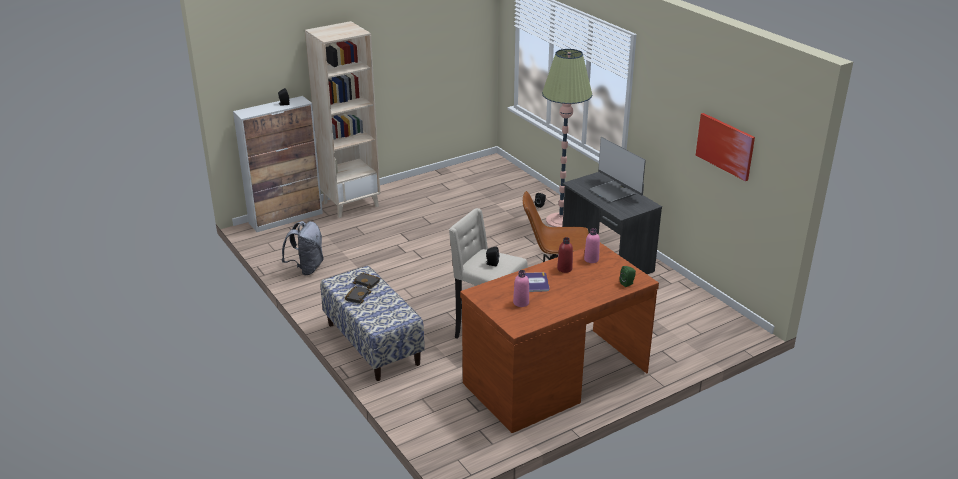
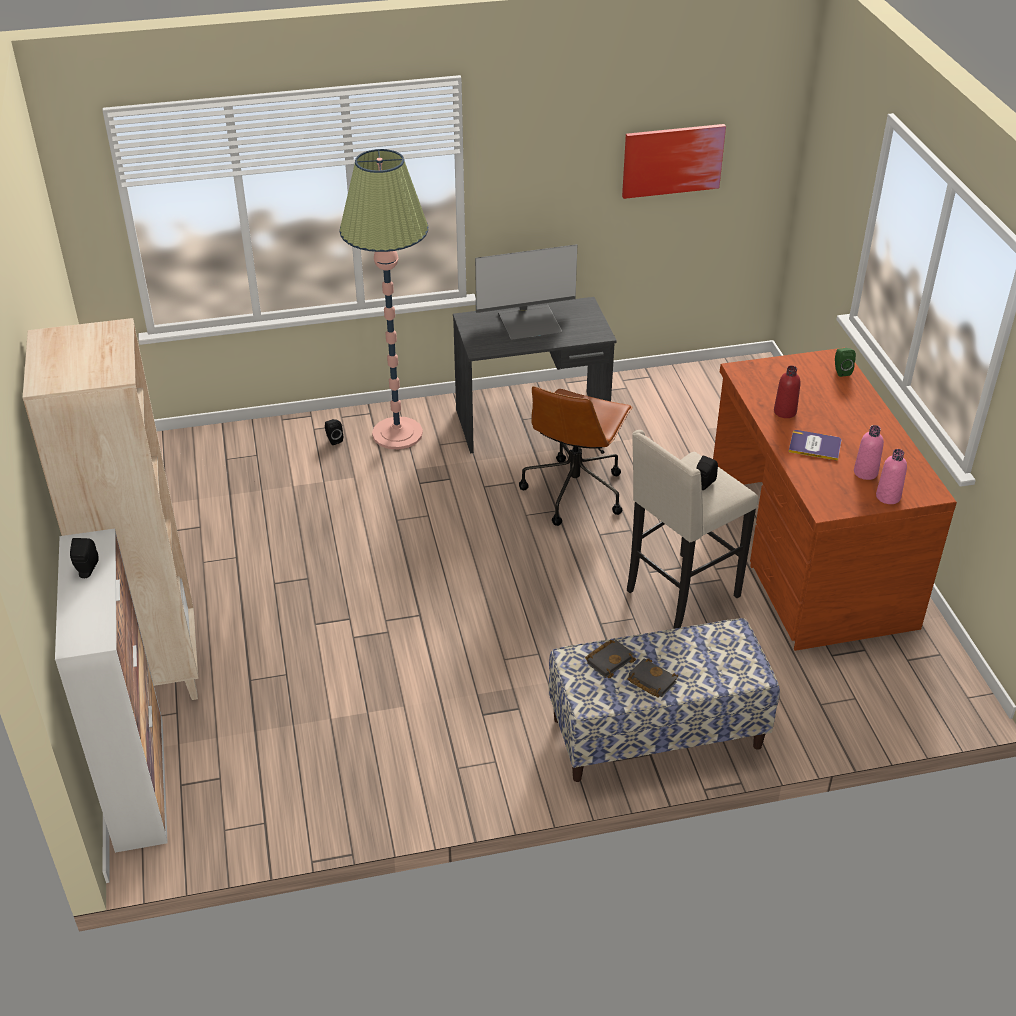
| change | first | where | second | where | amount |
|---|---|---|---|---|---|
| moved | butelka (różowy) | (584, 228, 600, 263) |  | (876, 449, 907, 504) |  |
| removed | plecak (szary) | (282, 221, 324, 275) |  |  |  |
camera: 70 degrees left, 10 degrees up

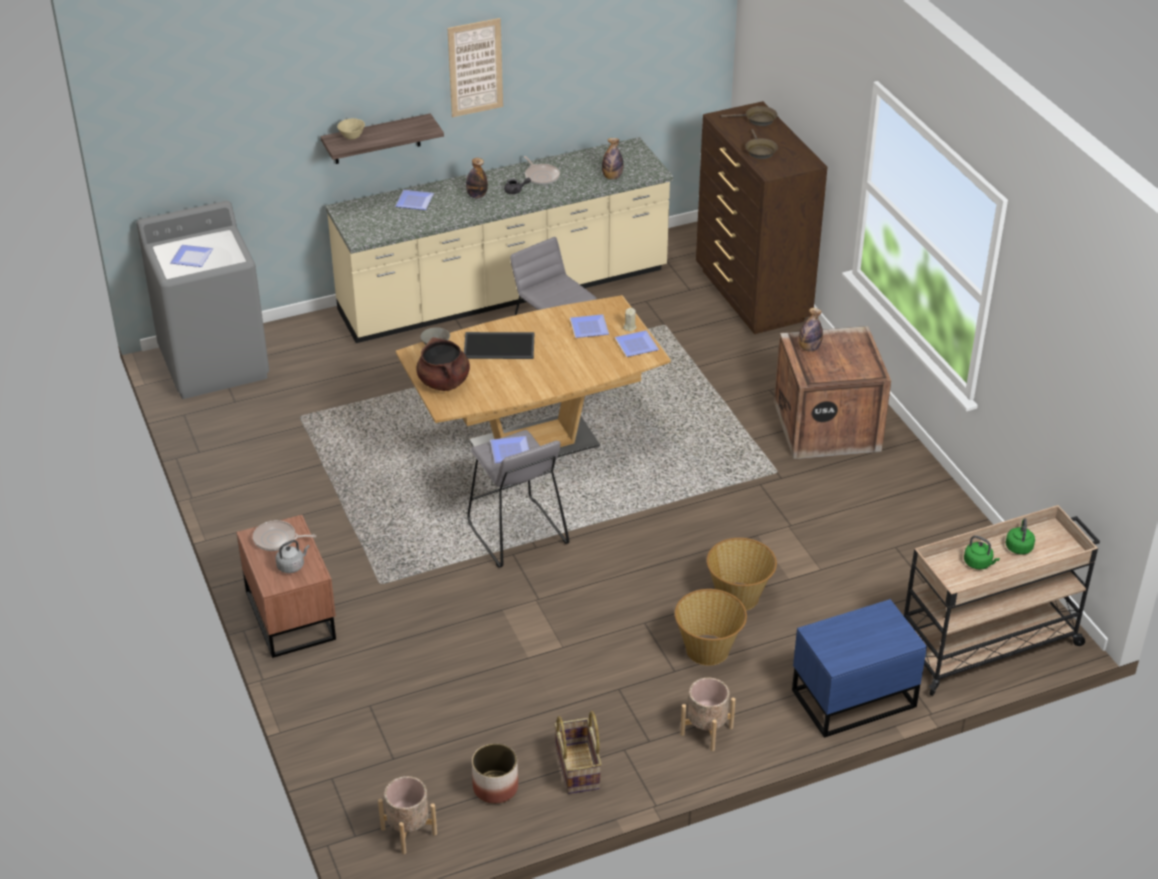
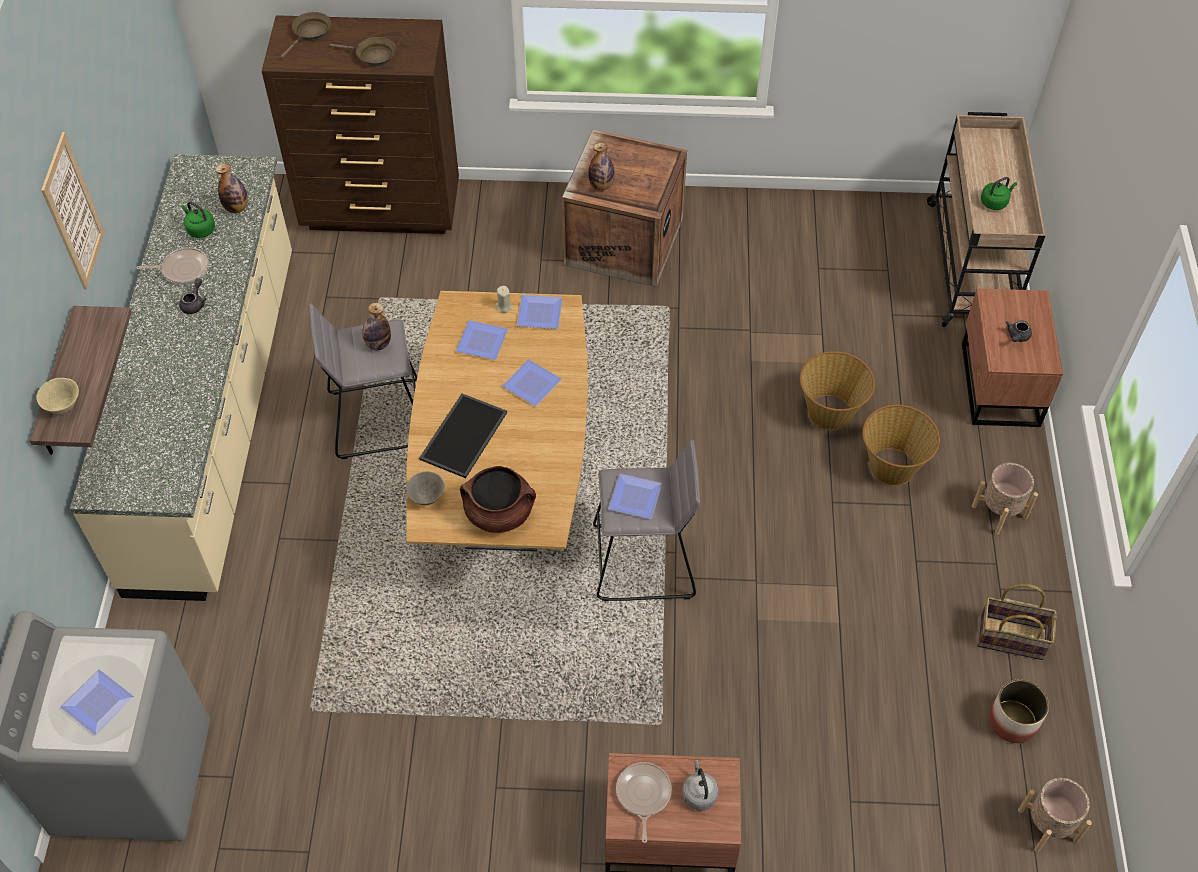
| change | first | where | second | where | amount |
|---|---|---|---|---|---|
| moved | czajnik (zielony) | (1005, 518, 1035, 554) |  | (182, 201, 215, 238) |  |
| moved | butelka | (466, 158, 488, 198) |  | (362, 303, 391, 350) |  |
| moved | talerz | (395, 190, 434, 210) |  | (502, 359, 562, 407) |  |
| turned | patelnia | (253, 520, 316, 551) |  | (616, 762, 672, 843) | 150 degrees clockwise |
| recoloured | szafka nocna (niebieski) | (792, 599, 927, 738) | szafka nocna (brązowy) | (962, 288, 1063, 427) |  |
| added |  |  | imbryk (szary) | (1006, 320, 1032, 342) |  |
camera: 65 degrees left, 15 degrees up

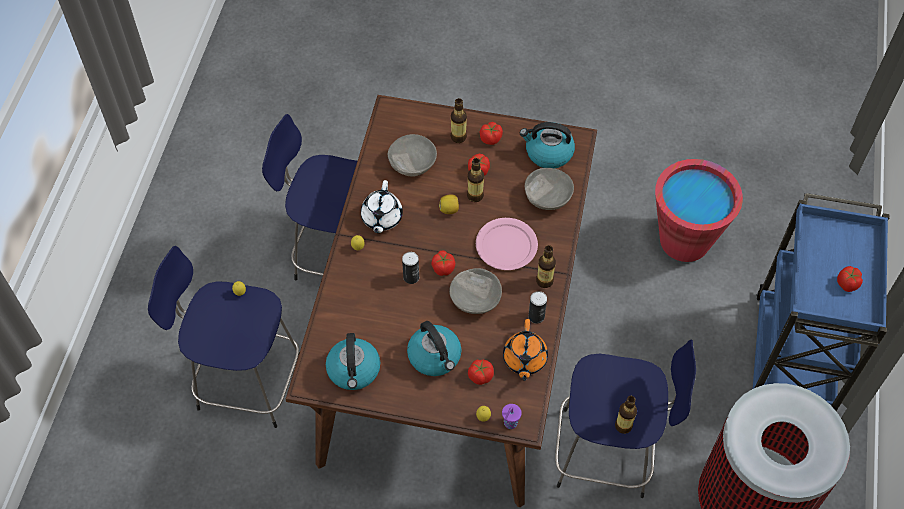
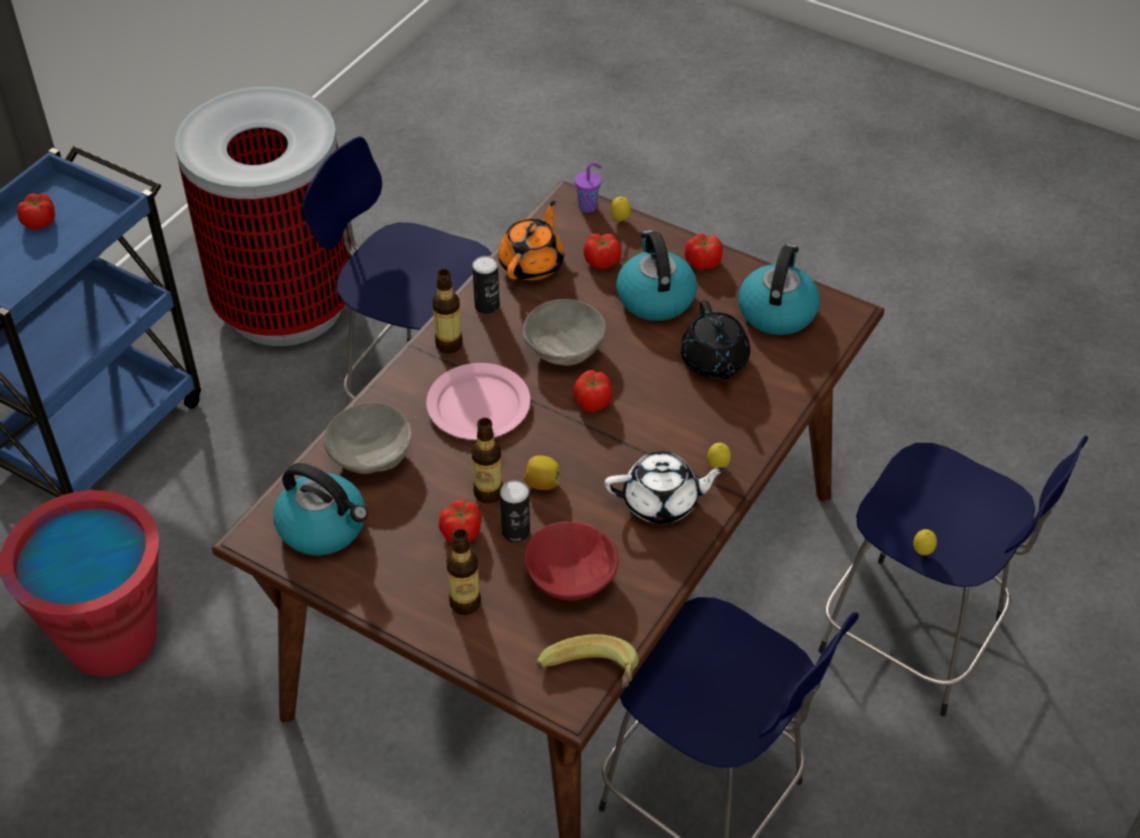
| change | first | where | second | where | amount |
|---|---|---|---|---|---|
| moved | puszka | (402, 252, 419, 284) |  | (500, 480, 530, 542) |  |
| recoloured | miska (szary) | (388, 134, 437, 177) | miska (czerwony) | (524, 521, 618, 601) |  |
| added |  |  | banan | (536, 634, 639, 689) |  |
| turned | imbryk (biały) | (361, 180, 403, 233) |  | (605, 452, 727, 523) | 60 degrees clockwise |
| added |  |  | imbryk (czarny) | (681, 300, 750, 379) |  |
| moved | pomidor | (480, 122, 503, 145) |  | (685, 233, 723, 270) |  |
| removed | butelka | (615, 396, 637, 434) |  |  |  |
camera: 160 degrees left, 10 degrees down

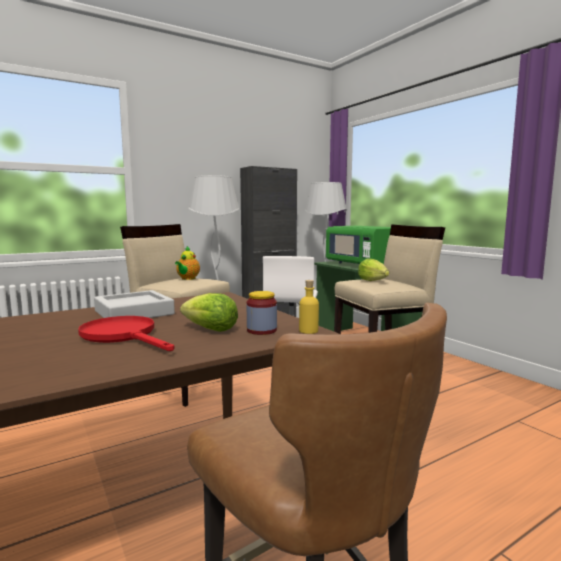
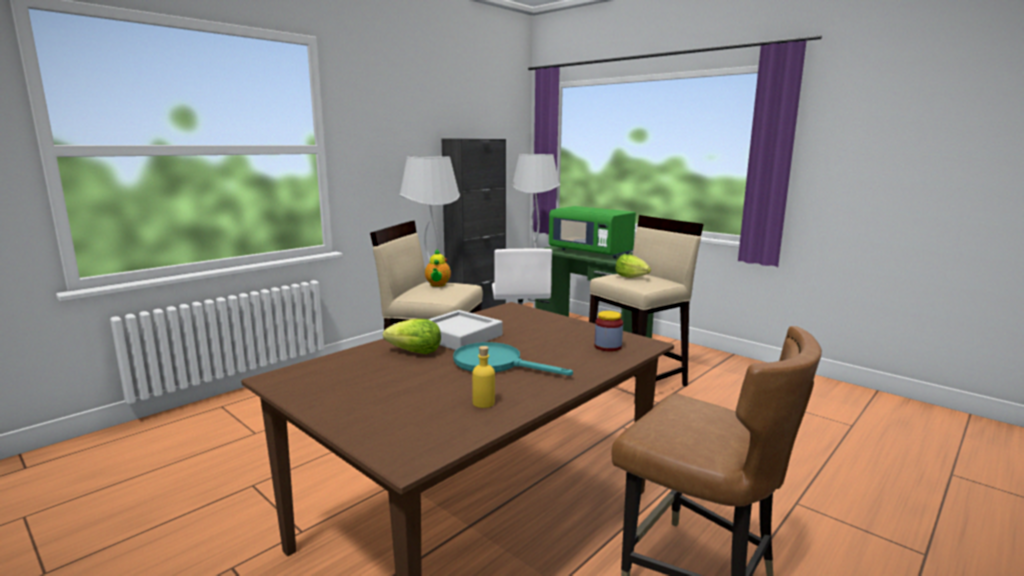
| change | first | where | second | where | amount |
|---|---|---|---|---|---|
| moved | sałata | (180, 293, 238, 332) |  | (383, 319, 441, 354) |  |
| recoloured | patelnia (czerwony) | (78, 316, 175, 351) | patelnia (turkusowy) | (453, 342, 573, 376) |  |
| moved | butelka (żółty) | (299, 280, 319, 334) |  | (472, 346, 495, 408) |  |
camera: 15 degrees left, 5 degrees up

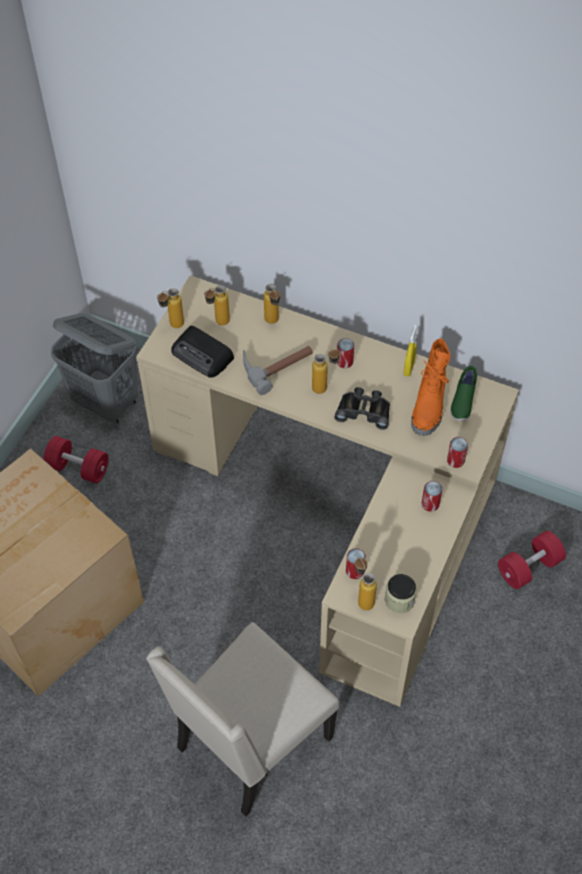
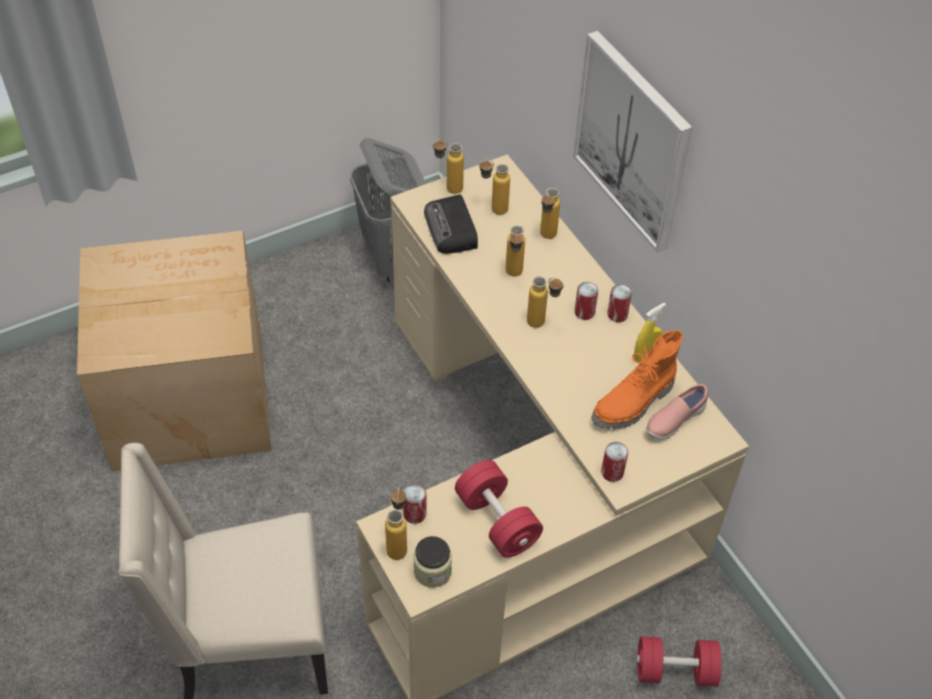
| change | first | where | second | where | amount |
|---|---|---|---|---|---|
| moved | hantel (czerwony) | (43, 436, 109, 483) |  | (455, 460, 543, 558) |  |
| replaced | młotek | (243, 346, 313, 395) | butelka | (505, 225, 525, 276) |  |
| added |  |  | obraz | (573, 31, 692, 252) |  |
| moved | puszka | (422, 481, 442, 512) |  | (607, 284, 632, 322) |  |
| recoloured | but (zielony) | (450, 366, 477, 421) | but (różowy) | (646, 384, 709, 440) |  |
| removed | lornetka (czarny) | (334, 387, 390, 430) |  |  |  |
camera: 35 degrees right, 5 degrees down

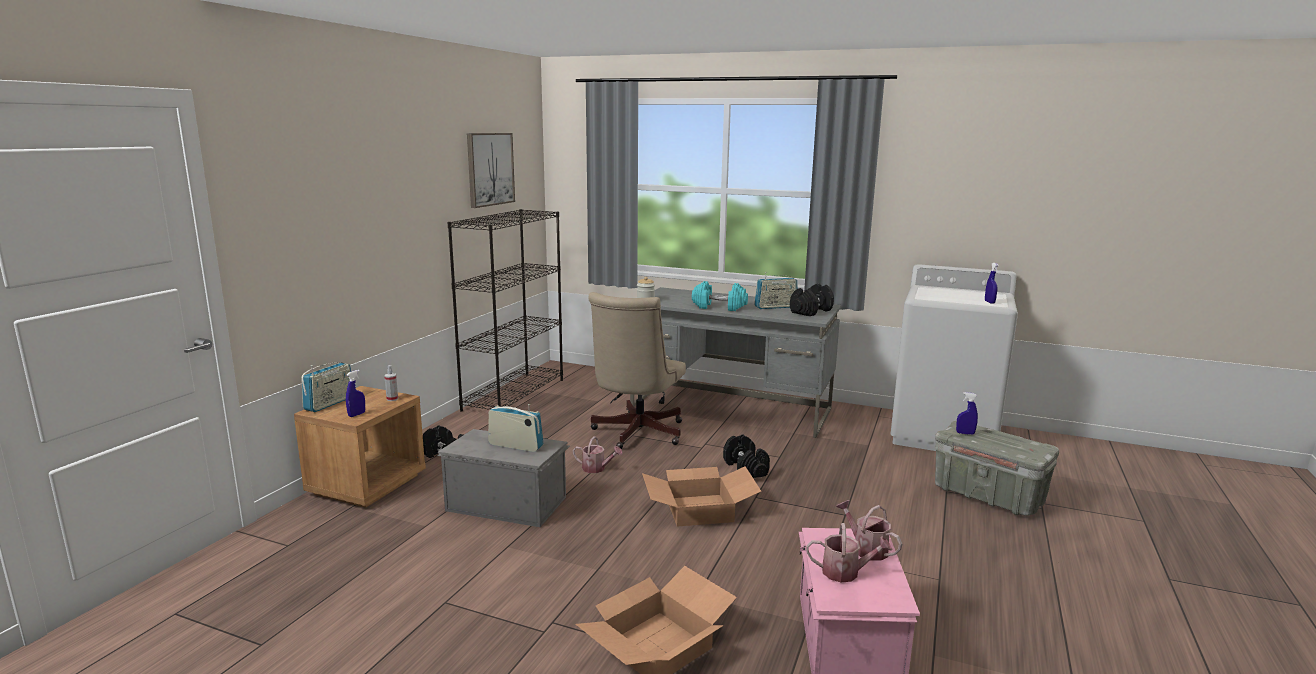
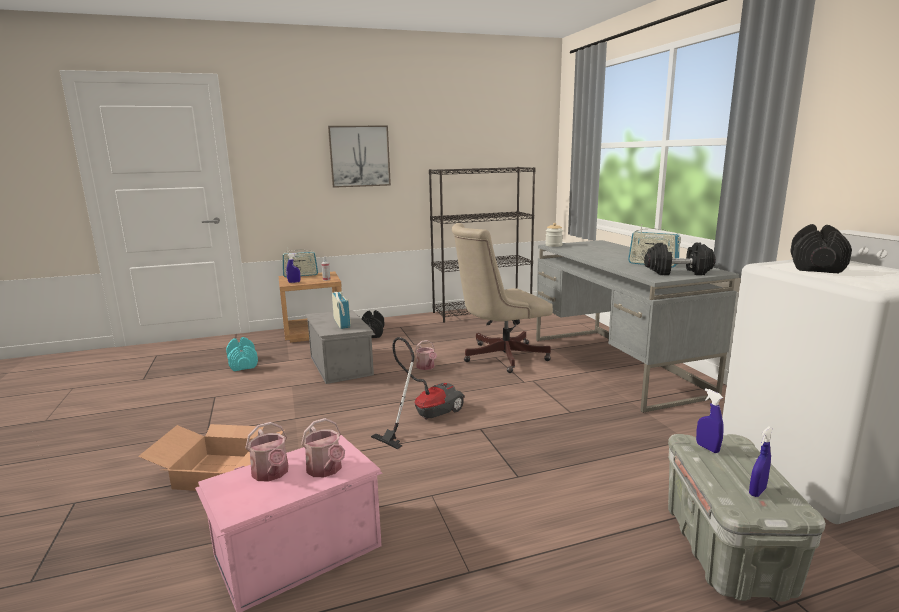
| change | first | where | second | where | amount |
|---|---|---|---|---|---|
| moved | hantel (turkusowy) | (692, 281, 748, 311) |  | (226, 337, 258, 371) |  |
| turned | konewka | (836, 500, 902, 561) |  | (301, 418, 345, 477) | 135 degrees clockwise |
| moved | obraz | (467, 133, 515, 208) |  | (328, 126, 391, 188) |  |
| replaced | karton | (642, 466, 761, 527) | odkurzacz | (371, 337, 465, 449) |  |
| moved | spryskiwacz (niebieski) | (985, 263, 999, 304) |  | (749, 426, 772, 497) |  |
| moved | hantel (czarny) | (723, 435, 770, 478) |  | (790, 224, 852, 273) |  |
camera: 50 degrees right, 0 degrees up

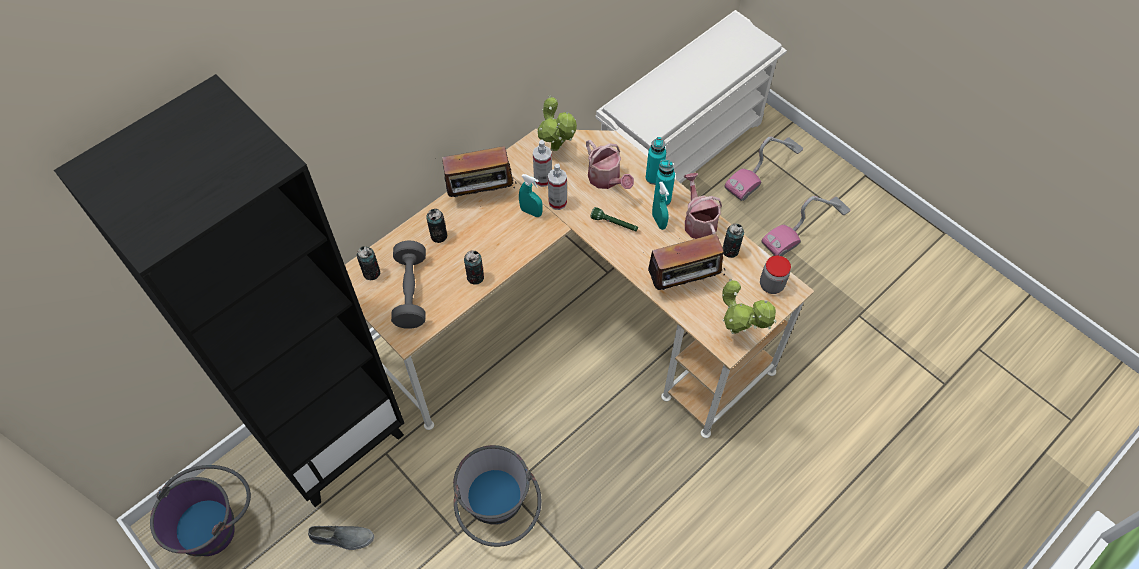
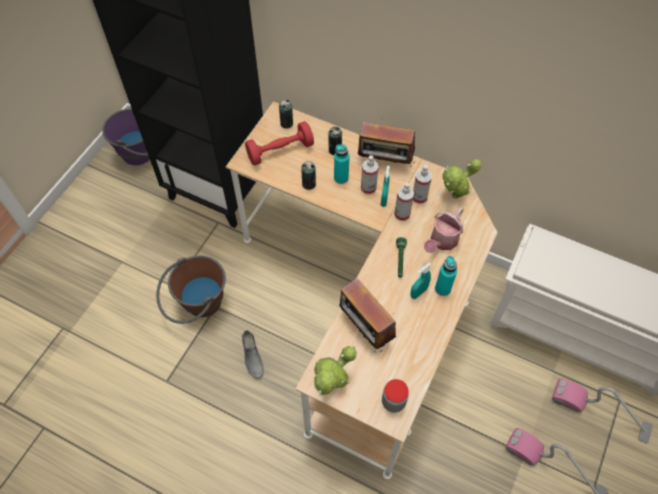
| change | first | where | second | where | amount |
|---|---|---|---|---|---|
| recoloured | wiadro (szary) | (453, 445, 541, 547) | wiadro (brązowy) | (156, 256, 226, 324) |  |
| moved | but (szary) | (308, 526, 374, 550) |  | (242, 330, 264, 379) |  |
| recoloured | hantel (szary) | (391, 240, 426, 329) | hantel (czerwony) | (245, 121, 314, 166) |  |
| moved | butelka (turkusowy) | (646, 137, 666, 185) |  | (334, 144, 349, 184) |  |
| turned | radio | (442, 146, 516, 199) |  | (358, 122, 415, 166) | 45 degrees counterclockwise |
| added |  |  | spryskiwacz | (361, 155, 378, 195) |  |
| removed | konewka | (684, 173, 722, 239) |  |  |  |
| removed | puszka | (723, 224, 744, 258) |  |  |  |
camera: 70 degrees right, 0 degrees up

